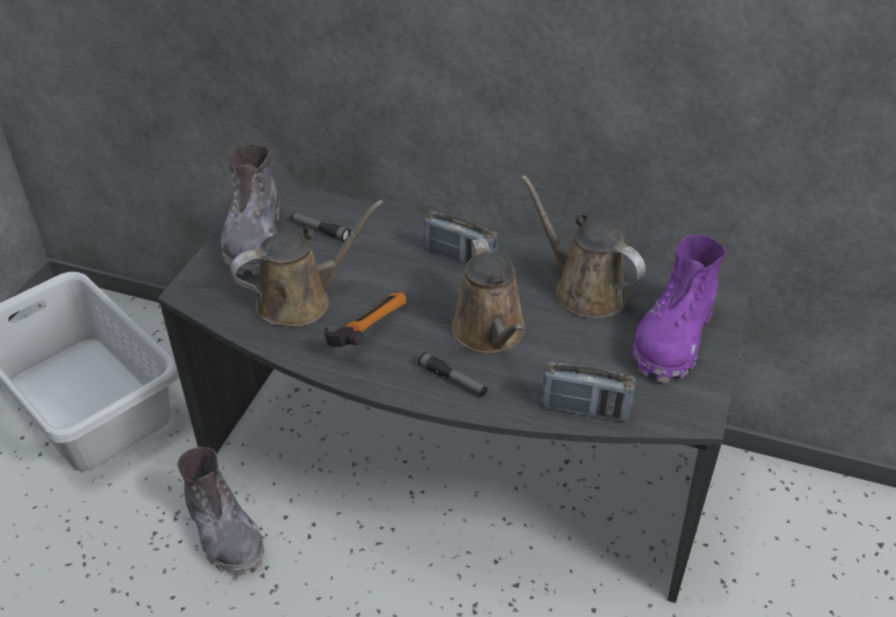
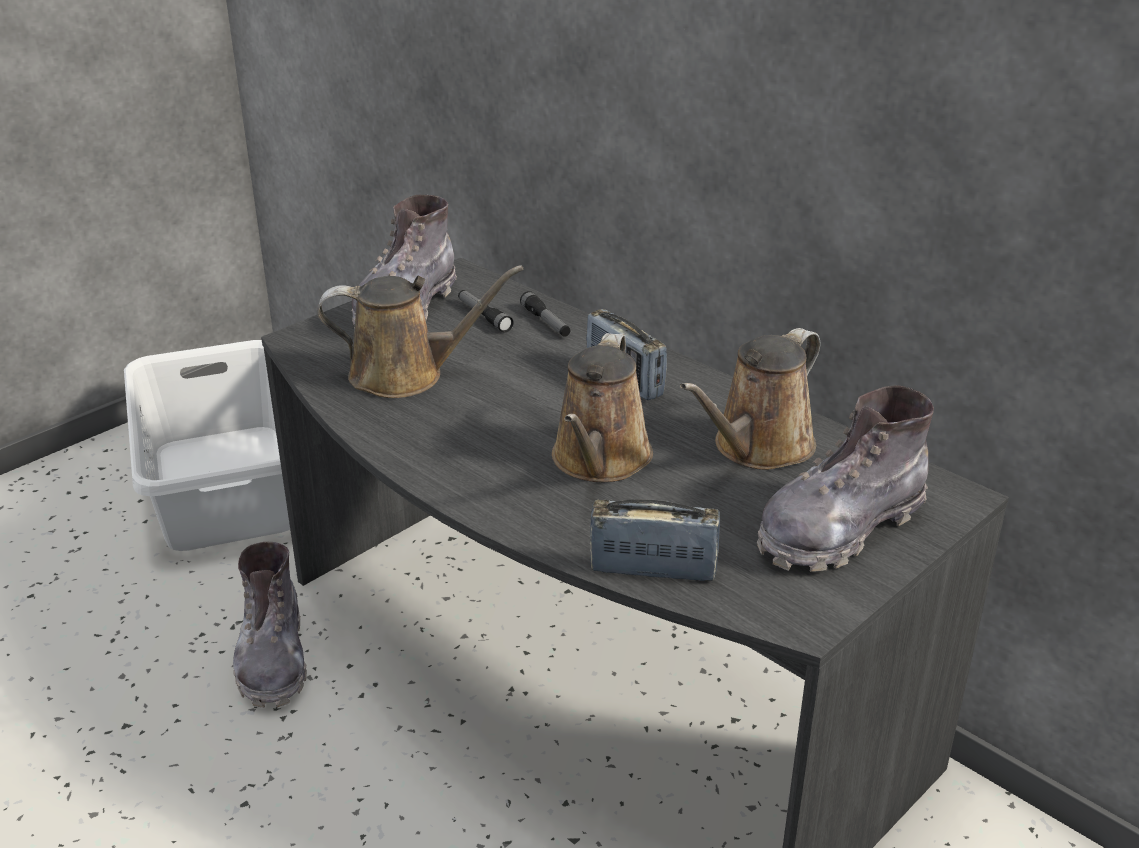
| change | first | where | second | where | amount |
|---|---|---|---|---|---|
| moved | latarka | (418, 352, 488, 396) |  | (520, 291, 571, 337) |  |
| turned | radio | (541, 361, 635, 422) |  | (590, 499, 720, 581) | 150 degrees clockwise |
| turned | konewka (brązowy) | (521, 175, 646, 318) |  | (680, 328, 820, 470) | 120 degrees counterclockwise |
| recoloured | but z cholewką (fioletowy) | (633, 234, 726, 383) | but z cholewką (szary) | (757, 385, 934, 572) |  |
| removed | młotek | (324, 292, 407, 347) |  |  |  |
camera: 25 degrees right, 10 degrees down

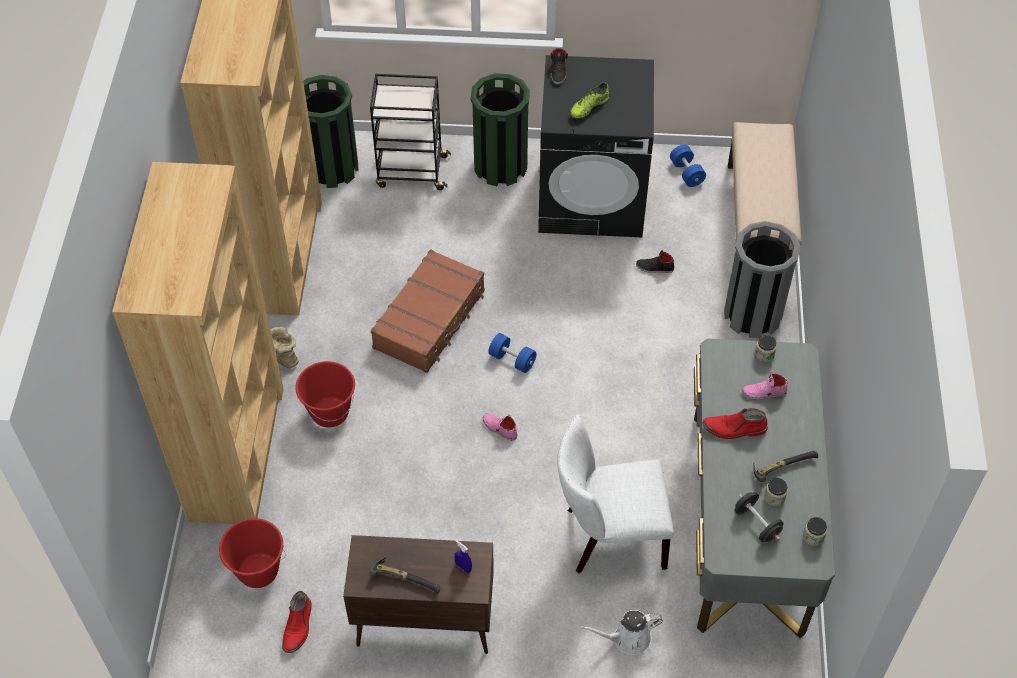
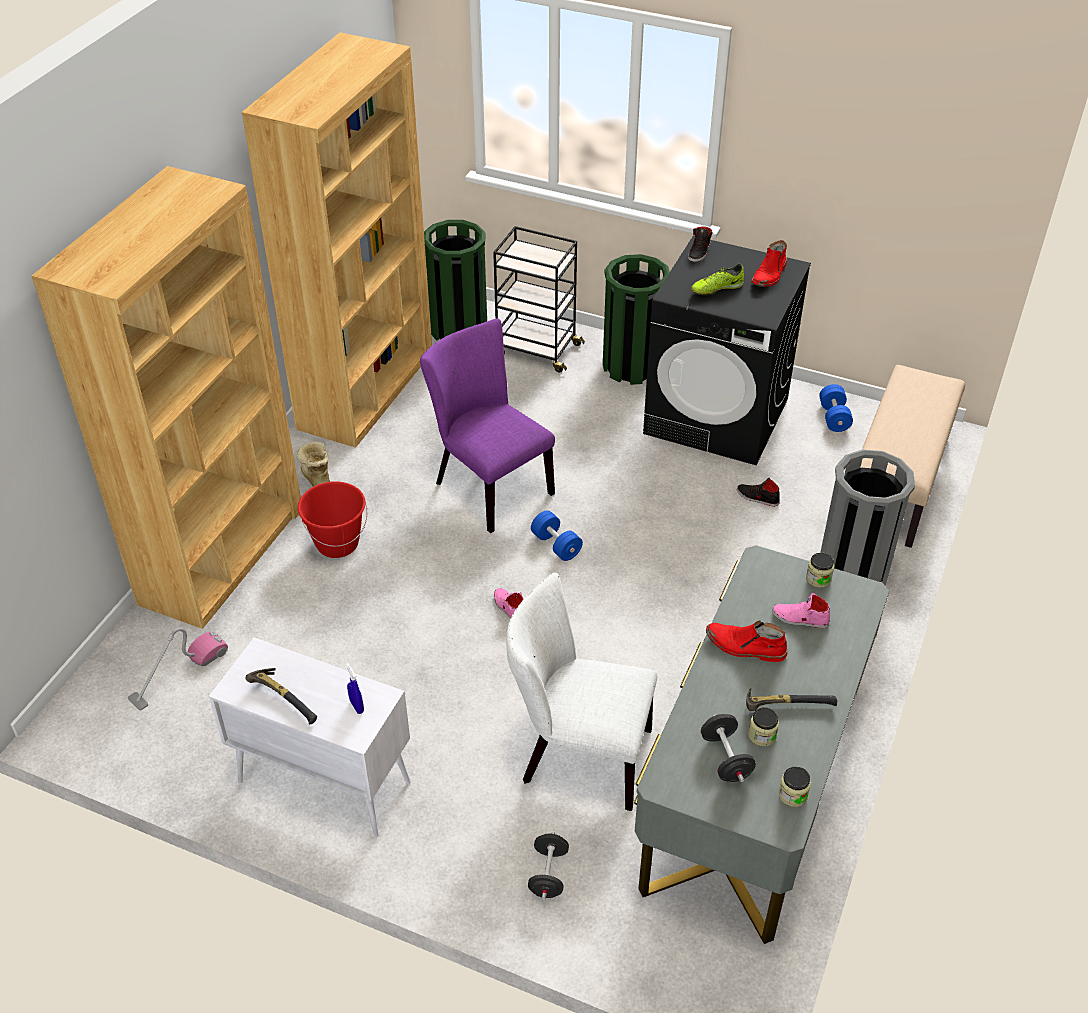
| change | first | where | second | where | amount |
|---|---|---|---|---|---|
| replaced | wiadro (czerwony) | (219, 518, 286, 588) | odkurzacz | (128, 627, 228, 711) |  |
| recoloured | szafka (brązowy) | (343, 535, 494, 654) | szafka (biały) | (209, 637, 410, 837) |  |
| replaced | walizka (brązowy) | (371, 249, 485, 373) | krzesło (fioletowy) | (420, 318, 555, 533) |  |
| replaced | konewka (biały) | (582, 610, 663, 655) | hantel (czarny) | (528, 832, 569, 900) |  |
| moved | but z cholewką (czerwony) | (282, 591, 312, 653) |  | (751, 240, 787, 287) |  |
camera: 20 degrees right, 10 degrees down

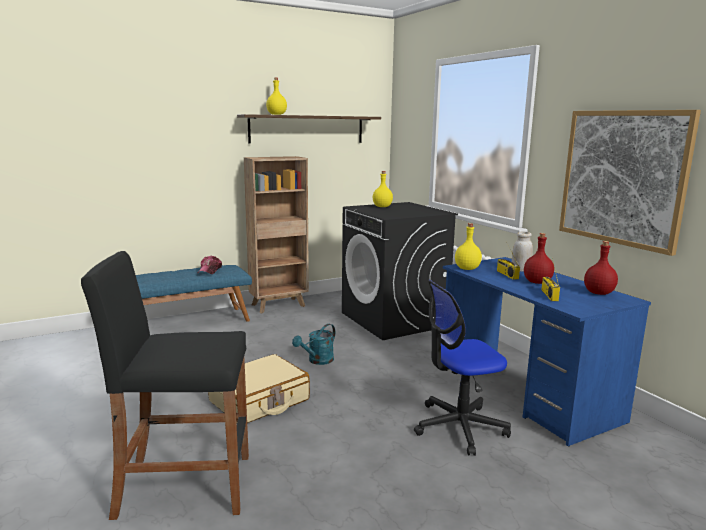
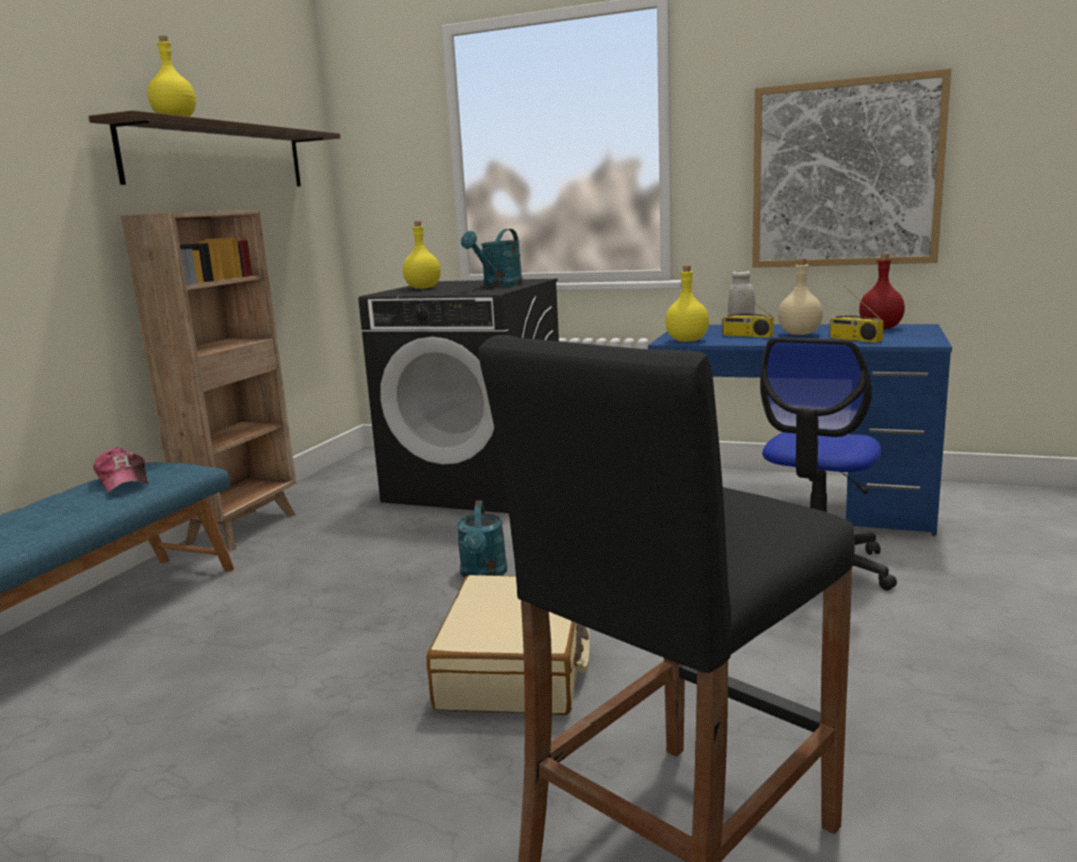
| change | first | where | second | where | amount |
|---|---|---|---|---|---|
| added |  |  | konewka (turkusowy) | (461, 229, 523, 287) |  |
| recoloured | butelka (czerwony) | (524, 233, 554, 284) | butelka (beżowy) | (778, 259, 823, 335) |  |
camera: 40 degrees left, 0 degrees up

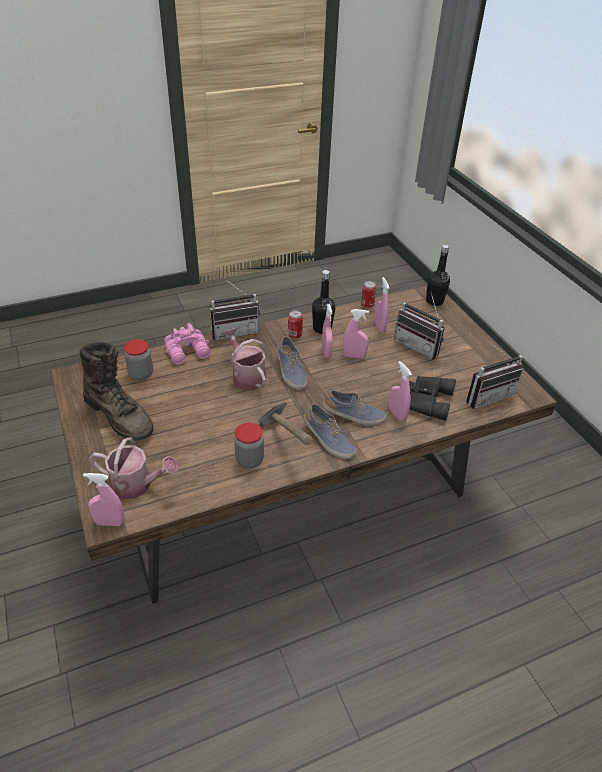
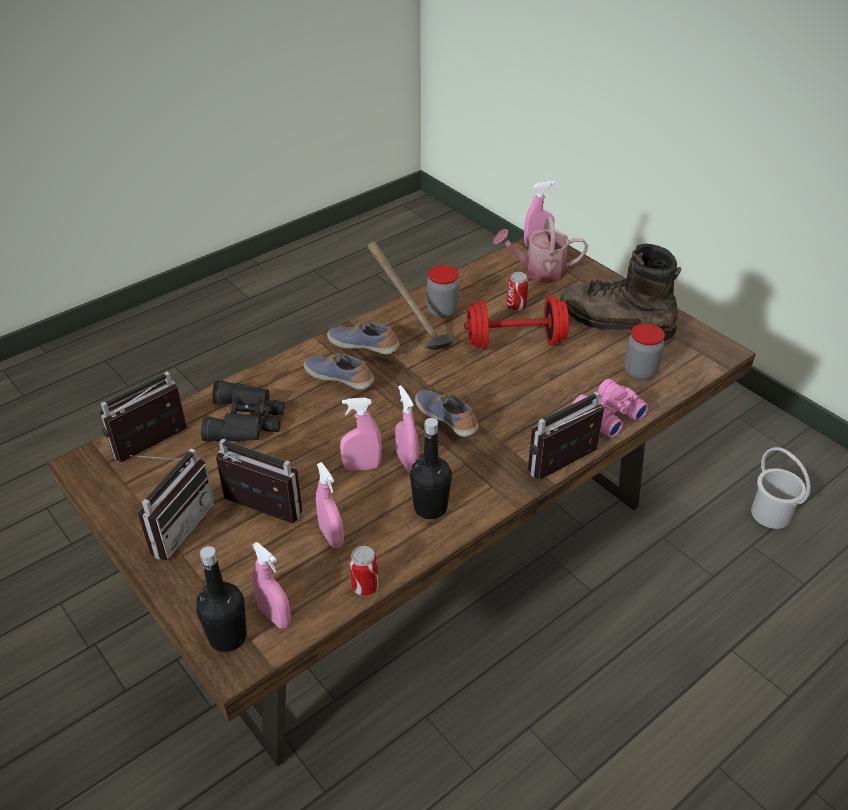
| change | first | where | second | where | amount |
|---|---|---|---|---|---|
| added |  |  | radio | (130, 448, 214, 560) |  |
| moved | spryskiwacz (różowy) | (389, 361, 412, 422) |  | (252, 542, 291, 628) |  |
| turned | but | (323, 390, 387, 426) |  | (303, 353, 374, 389) | 45 degrees clockwise |
| added |  |  | hantel (czerwony) | (464, 296, 570, 350) |  |
| moved | puszka | (288, 310, 303, 339) |  | (506, 272, 529, 312) |  |
| added |  |  | wiadro (biały) | (751, 447, 811, 529) |  |
| removed | konewka | (223, 328, 266, 390) |  |  |  |
camera: 165 degrees right, 0 degrees up

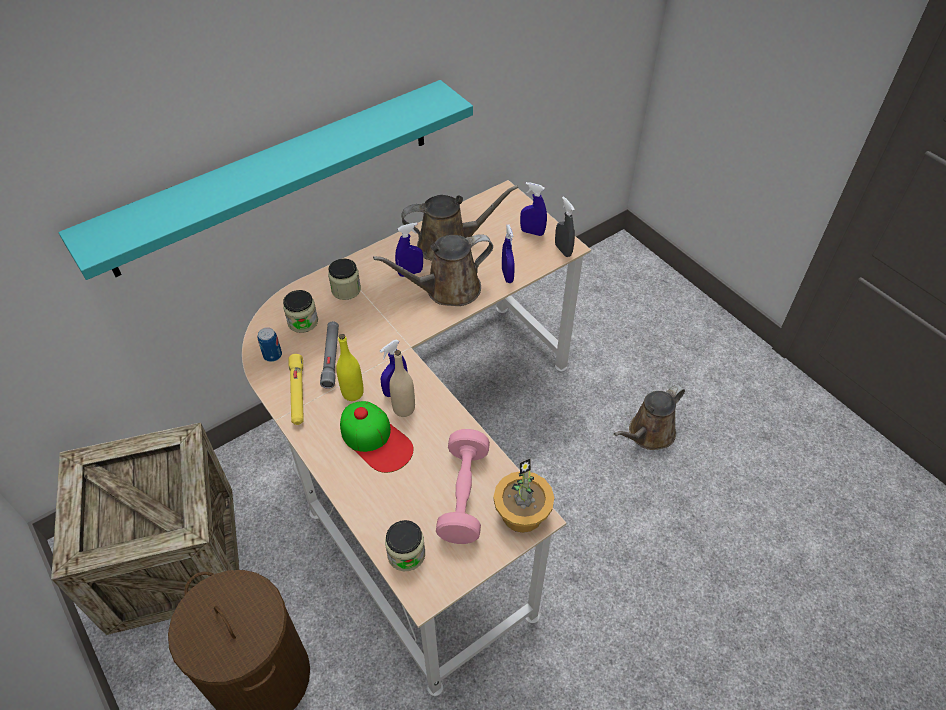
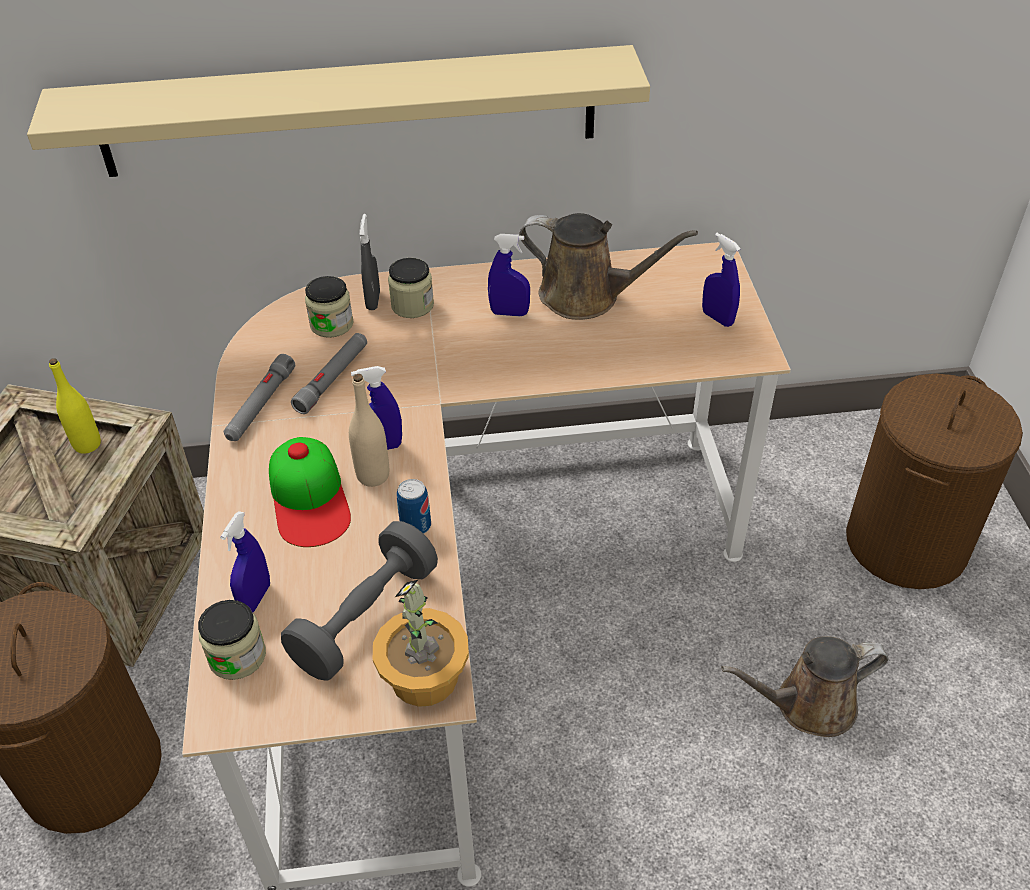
| change | first | where | second | where | amount |
|---|---|---|---|---|---|
| recoloured | półka (turkusowy) | (58, 80, 473, 280) | półka (beżowy) | (27, 45, 650, 177) |  |
| moved | butelka (żółty) | (336, 334, 364, 401) |  | (49, 358, 101, 454) |  |
| moved | spryskiwacz (niebieski) | (502, 224, 515, 283) |  | (220, 511, 270, 613) |  |
| recoloured | latarka (żółty) | (288, 354, 304, 425) | latarka (szary) | (224, 354, 295, 441) |  |
| recoloured | hantel (różowy) | (436, 429, 490, 544) | hantel (szary) | (281, 521, 438, 680) |  |
| moved | spryskiwacz (szary) | (555, 196, 575, 257) |  | (359, 214, 380, 310) |  |
| moved | puszka | (258, 327, 282, 362) |  | (397, 479, 431, 534) |  |
| added |  |  | kosz na pranie (brązowy) | (846, 374, 1023, 589) |  |
| removed | konewka (brązowy) | (373, 234, 493, 306) |  |  |  |
camera: 30 degrees right, 5 degrees down

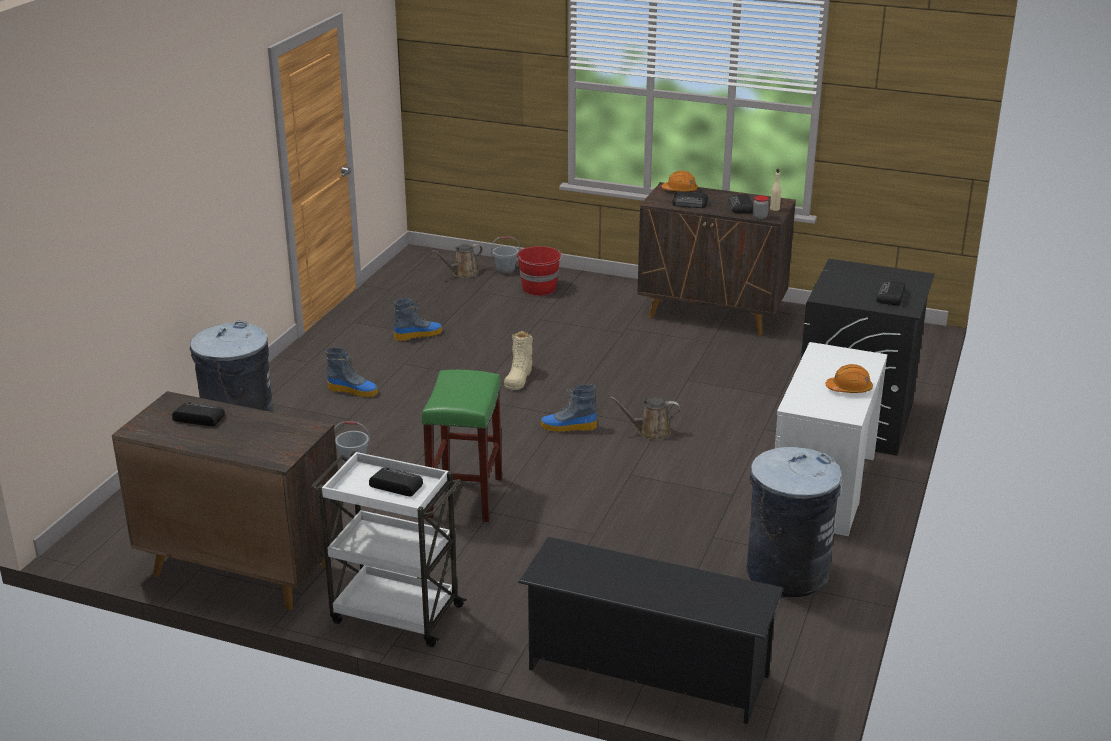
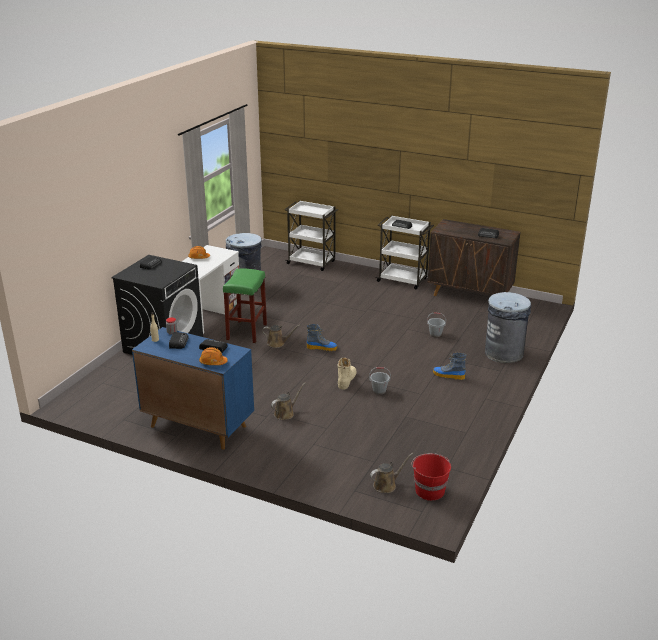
| change | first | where | second | where | amount |
|---|---|---|---|---|---|
| recoloured | szafka (brązowy) | (637, 182, 796, 336) | szafka (niebieski) | (132, 327, 254, 450) |  |
| moved | stołek (zielony) | (421, 370, 502, 522) |  | (223, 268, 267, 343) |  |
| added |  |  | konewka (brązowy) | (271, 383, 306, 420) |  |
| replaced | regał na buty (czarny) | (518, 537, 783, 724) | wózek (biały) | (285, 200, 338, 271) |  |
| moved | wiadro (szary) | (491, 236, 520, 275) |  | (369, 367, 391, 395) |  |
| moved | wiadro (czerwony) | (517, 246, 562, 296) |  | (412, 453, 451, 501) |  |
| removed | but z cholewką | (394, 298, 442, 341) |  |  |  |
camera: 175 degrees left, 0 degrees up

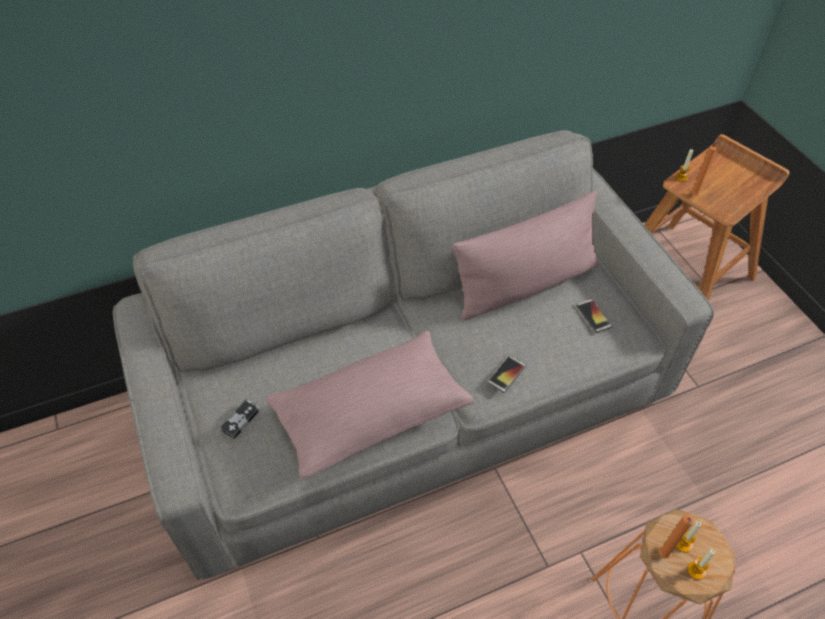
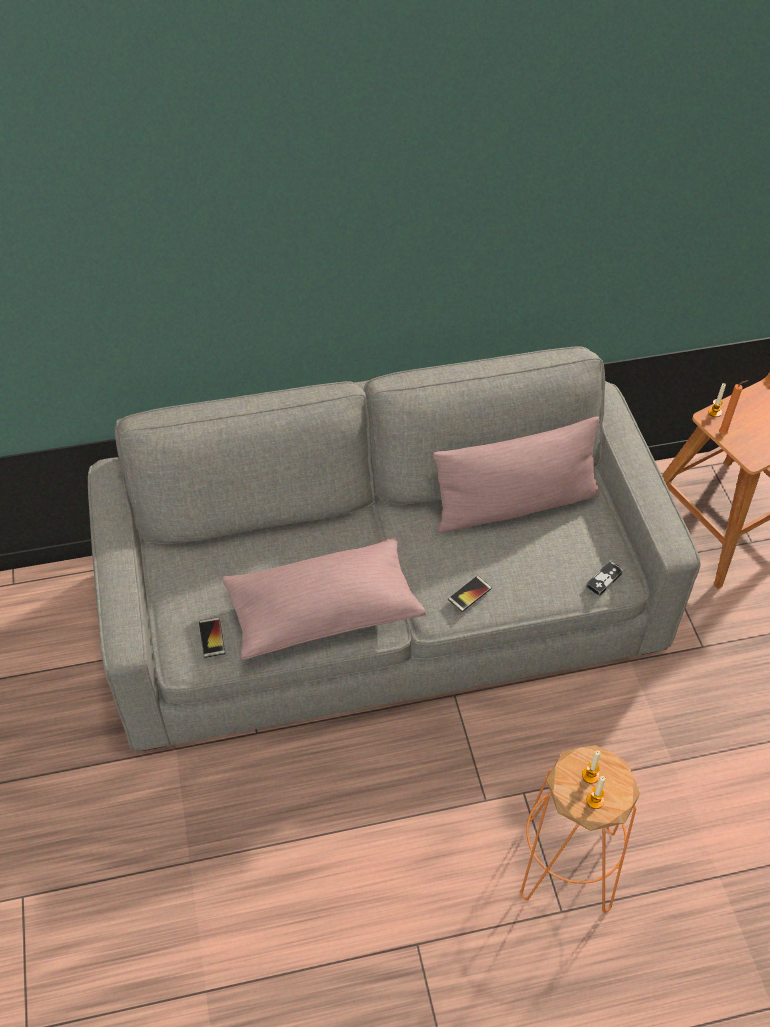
| change | first | where | second | where | amount |
|---|---|---|---|---|---|
| moved | telefon | (576, 299, 612, 333) |  | (199, 617, 225, 658) |  |
| moved | pad do gier | (220, 399, 260, 439) |  | (586, 560, 624, 596) |  |
| removed | świeca (pomarańczowy) | (659, 514, 694, 559) |  |  |  |
camera: 10 degrees right, 0 degrees up

